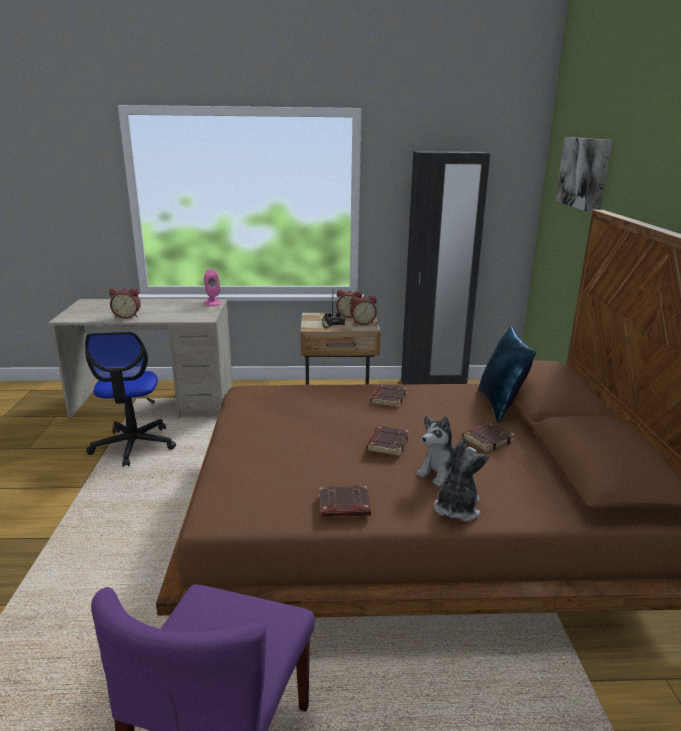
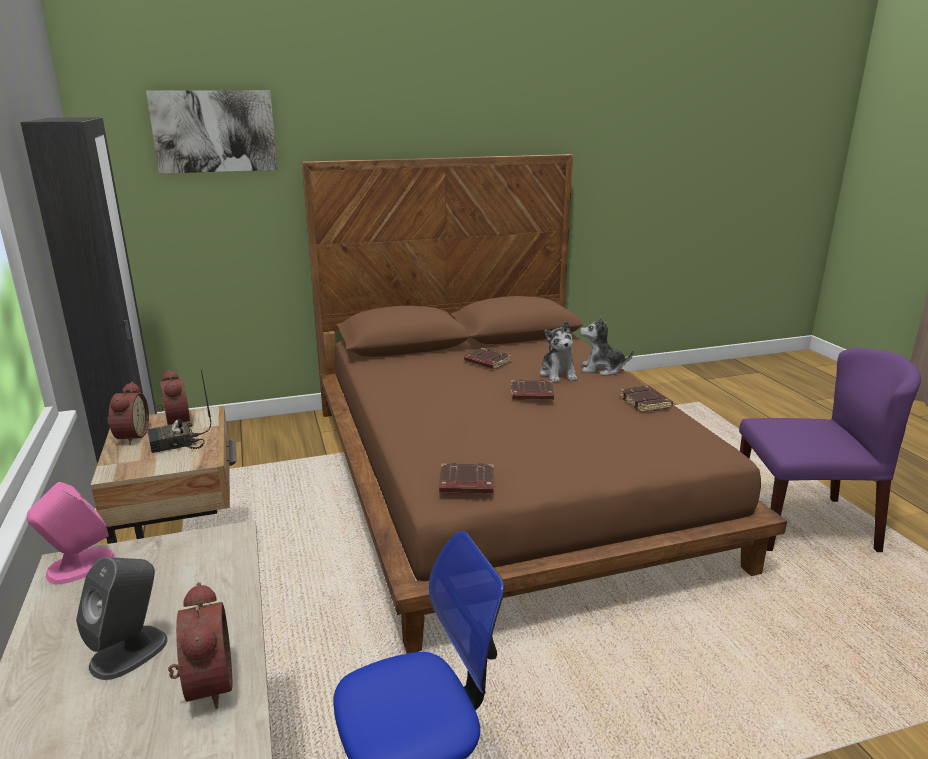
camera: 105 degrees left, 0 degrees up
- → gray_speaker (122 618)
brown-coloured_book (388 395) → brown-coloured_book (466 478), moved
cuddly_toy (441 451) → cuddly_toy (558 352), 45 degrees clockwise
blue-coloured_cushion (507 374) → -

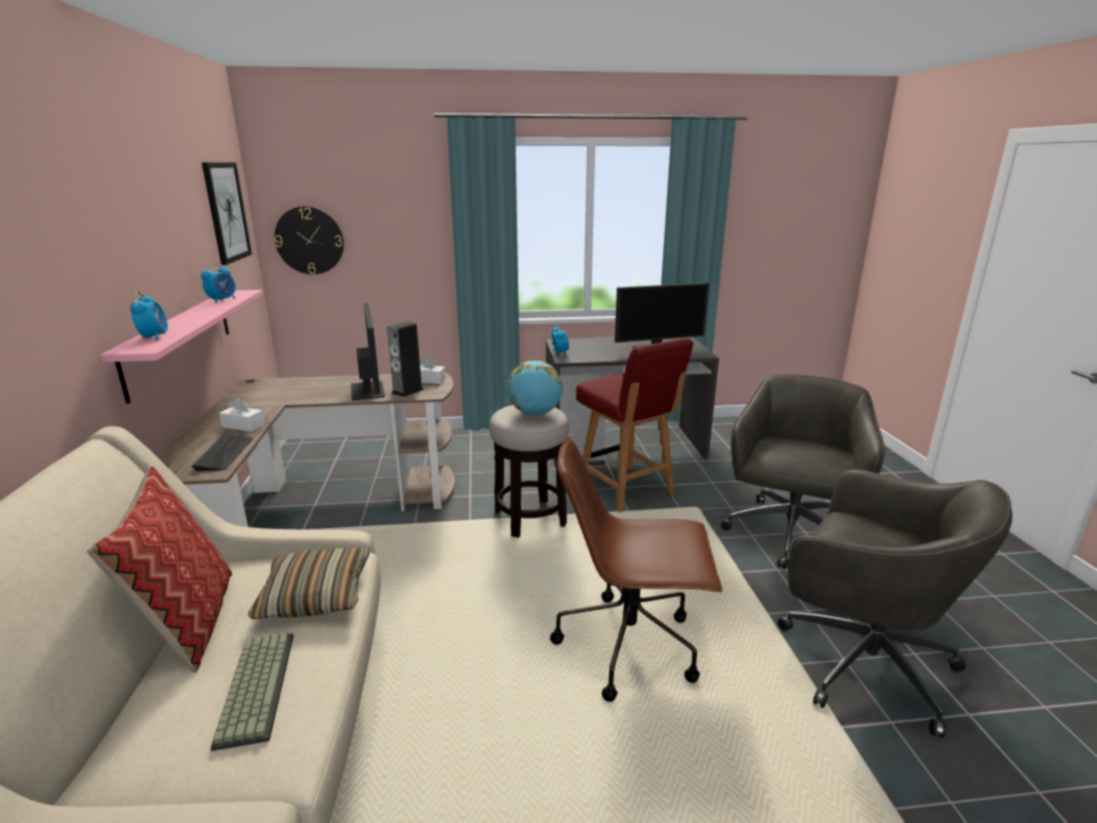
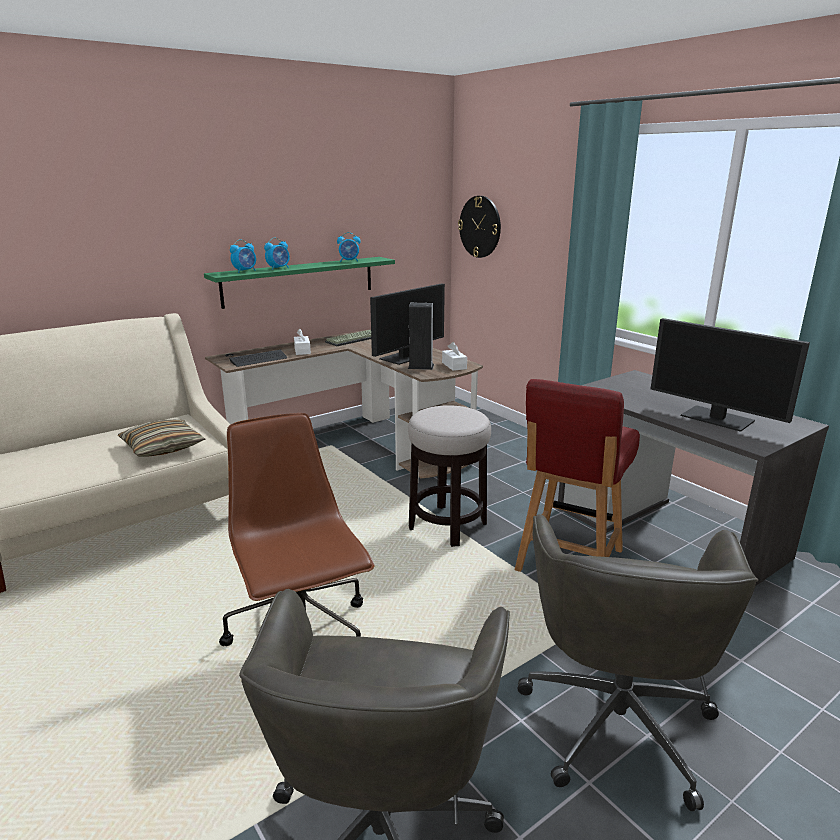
camera: 60 degrees right, 0 degrees up
pink_bracket_shelf (181 347) → green_bracket_shelf (299 283)
table_clock (560 340) → table_clock (277 254), moved
keyboard (252 691) → keyboard (348 338), moved
gray_computer_chair (803 472) → gray_computer_chair (638 662), 105 degrees clockwise
cushion (159 569) → -
picture (227 213) → -
desk_globe (535 388) → -

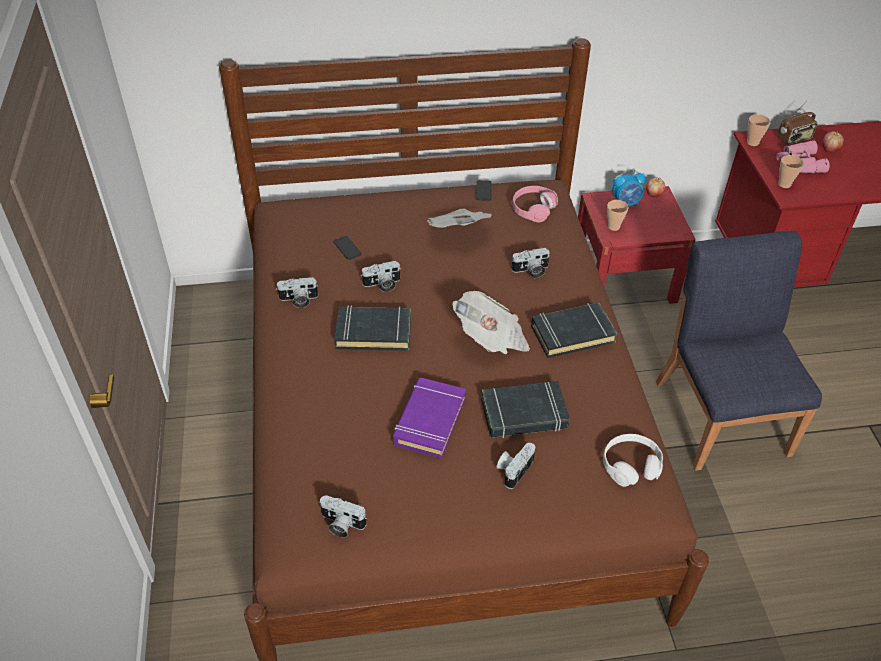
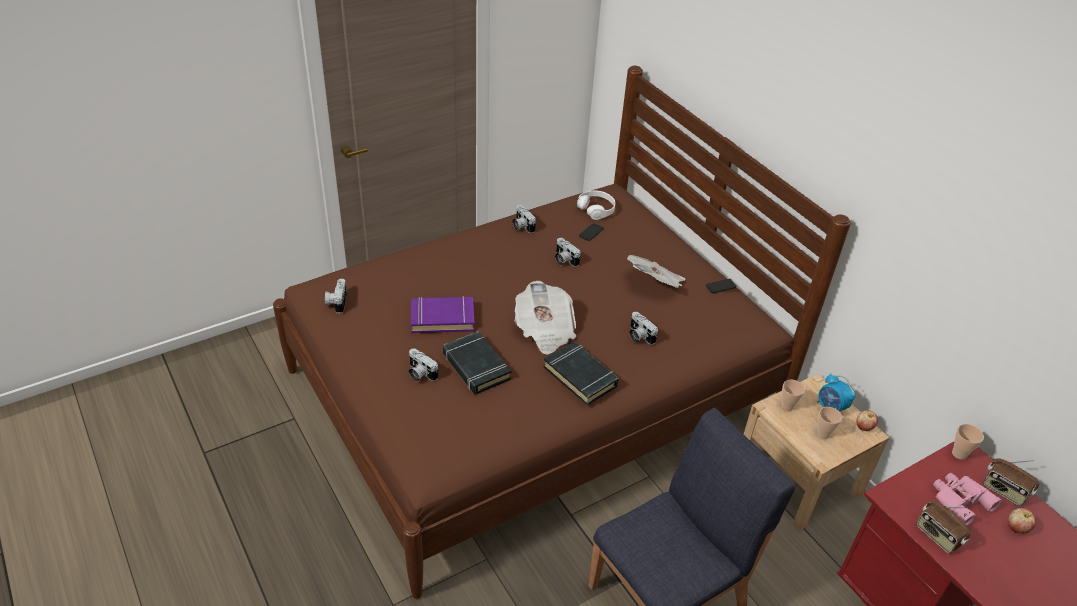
camera: 65 degrees right, 5 degrees down
photo_camera (516 466) → photo_camera (423 365), 150 degrees counterclockwise
white_headphones (633 460) → white_headphones (596 205), moved
red_bedside_table (637 245) → sand-coloured_bedside_table (816 452)
small_cup (791 171) → small_cup (829 423), moved
- → radio_receiver (943 527)
blackish_book (372 328) → -
pink_headphones (535 204) → -

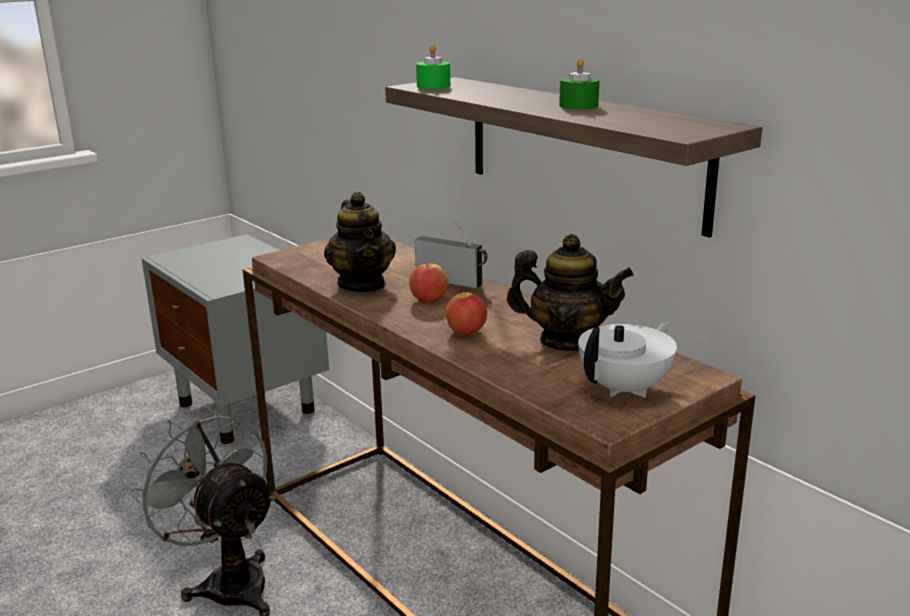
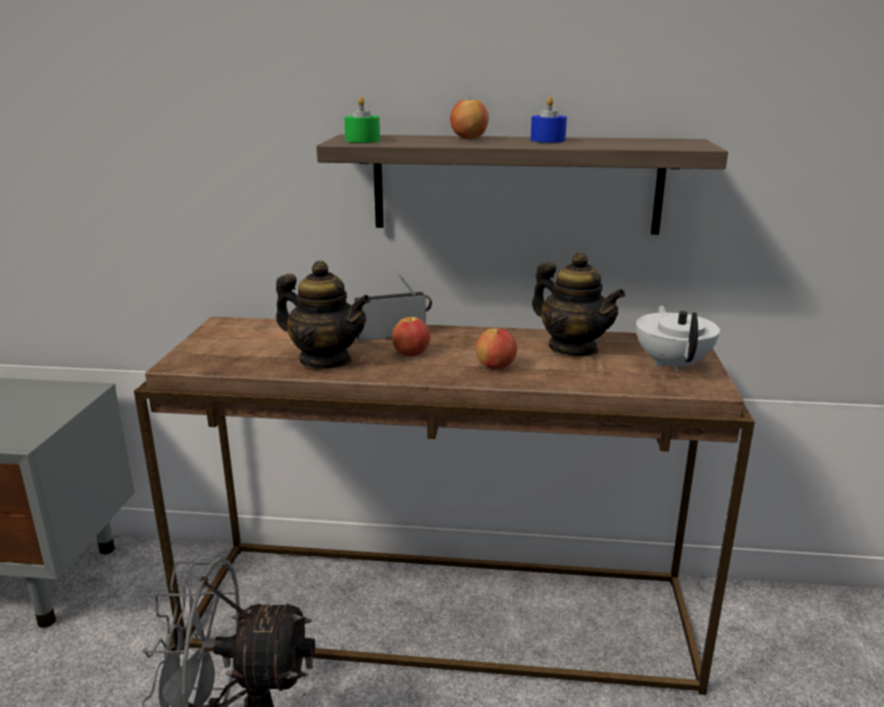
camera: 45 degrees left, 0 degrees up
- → apple (469 119)
green_wax_candle (579 83) → blue-coloured_wax_candle (549 120)
pot_for_tea (570 292) → pot_for_tea (578 304), 75 degrees clockwise

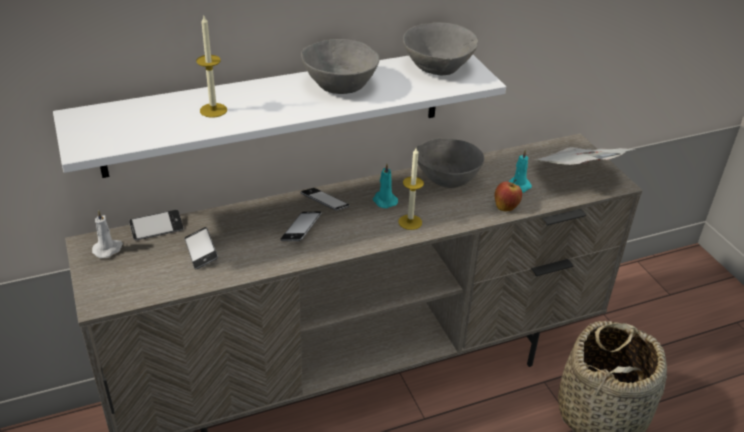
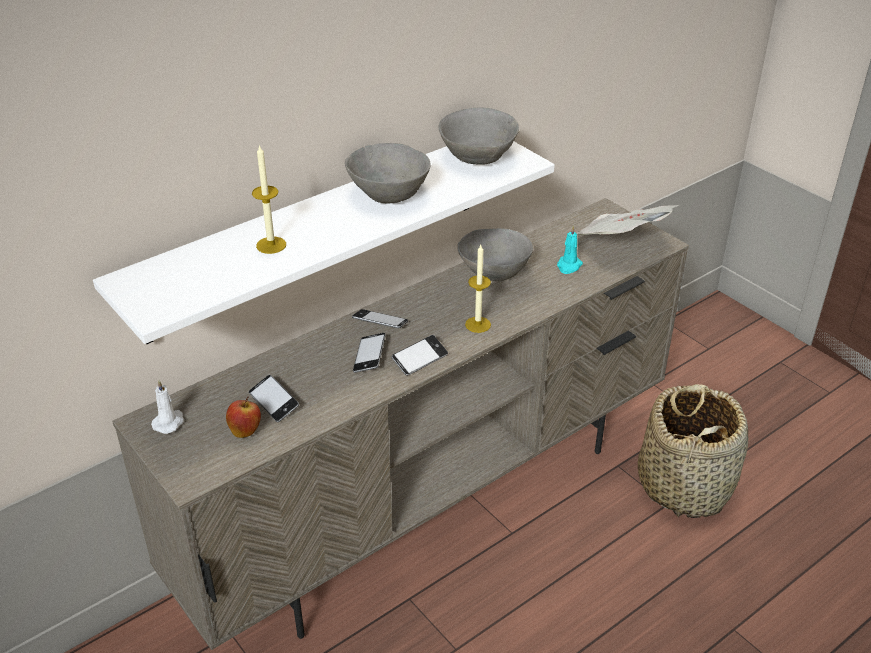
camera: 15 degrees left, 0 degrees up
apple (508 195) → apple (243 417), moved
handset (156 225) → handset (420 355), moved
turquoise-coloured_wax_candle (385 186) → -

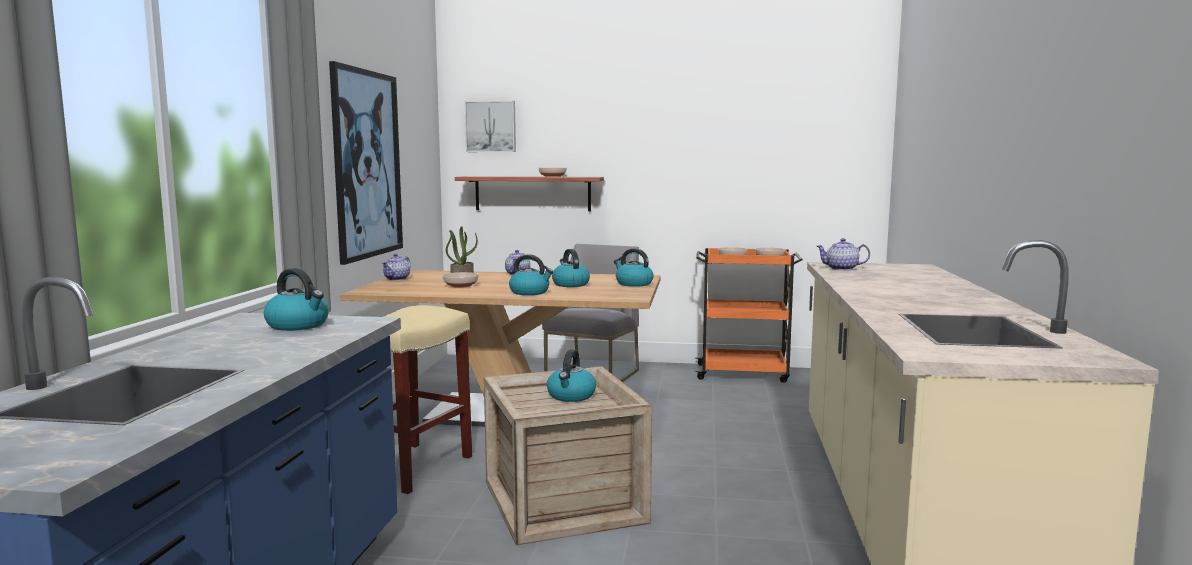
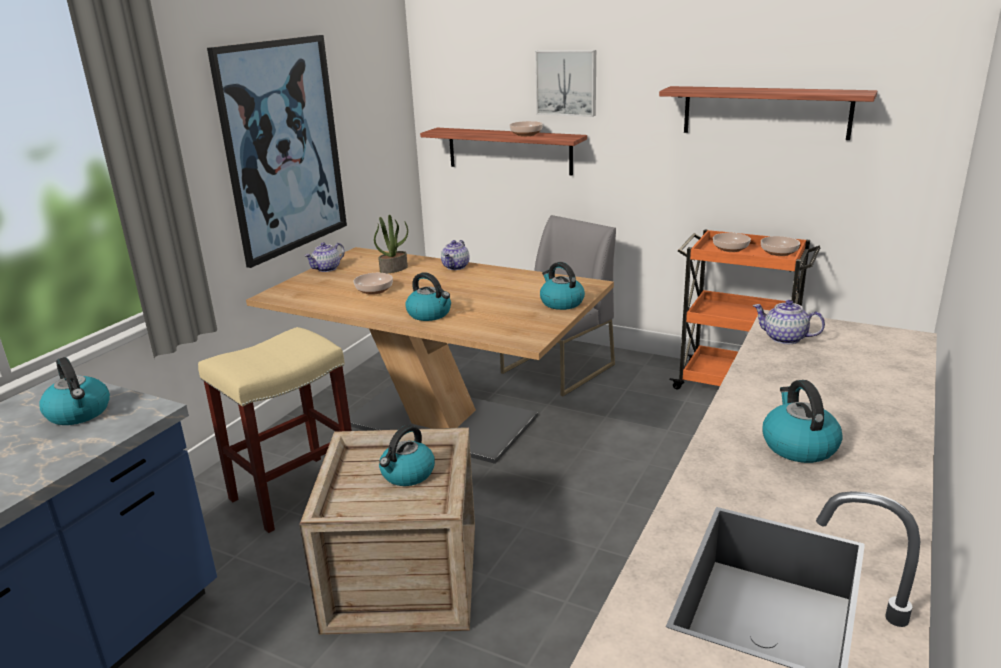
camera: 20 degrees right, 15 degrees up
picture (490 126) → picture (565 83), moved
- → bracket_shelf (768 113)
water_kettle (571 268) → water_kettle (803 421), moved

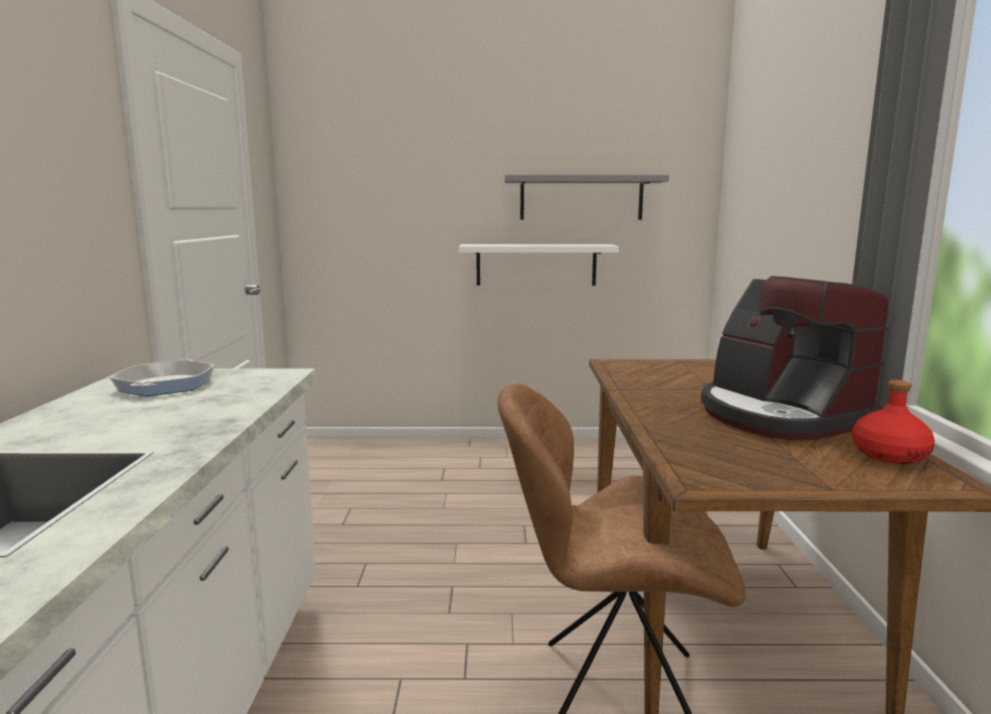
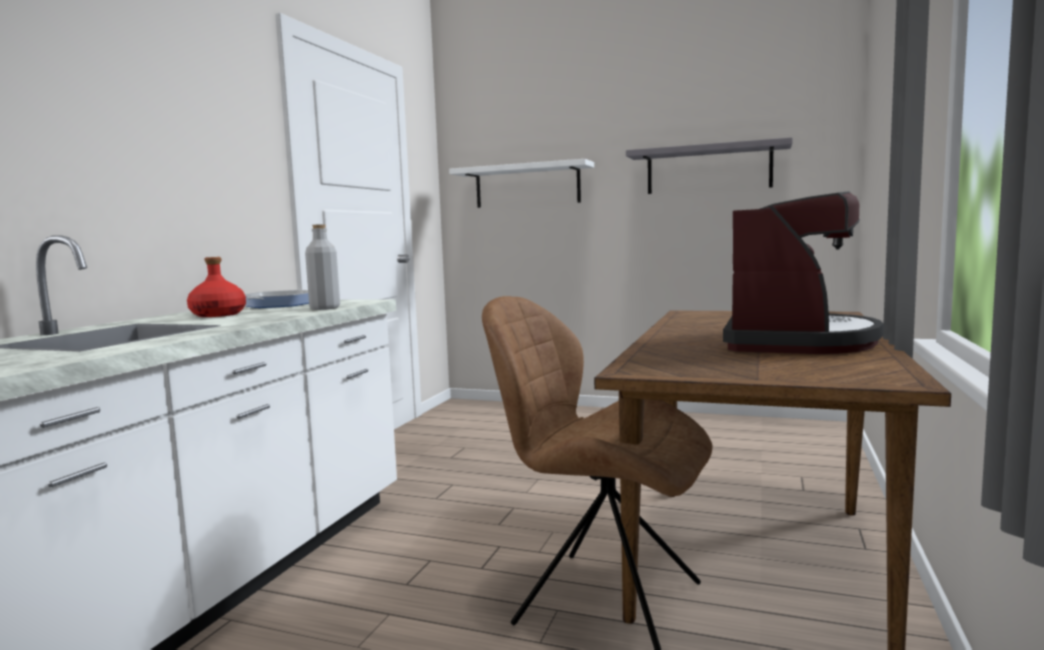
camera: 20 degrees right, 5 degrees down
red_bottle (893 422) → red_bottle (216 287), moved
- → gray_bottle (322 267)
white_bracket_shelf (539 265) → white_bracket_shelf (521 183), moved
coffee_machine (795 358) → coffee_machine (803 272), 150 degrees counterclockwise

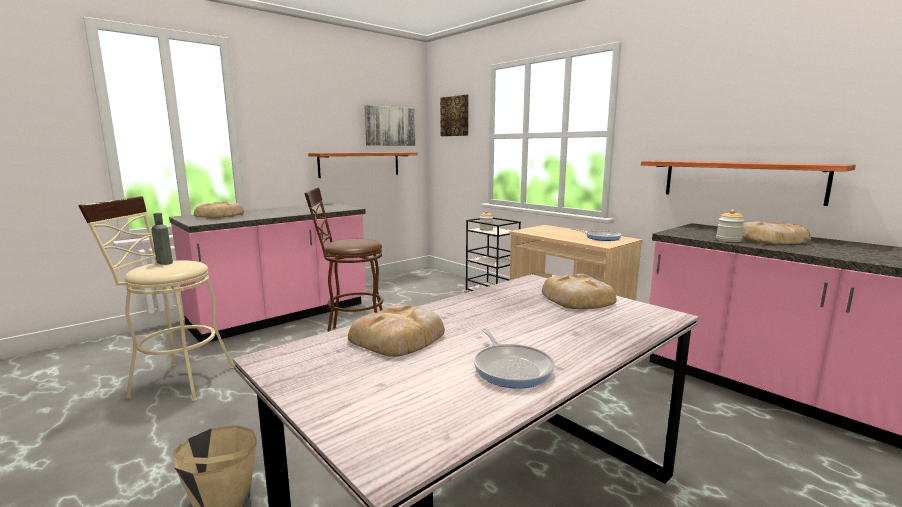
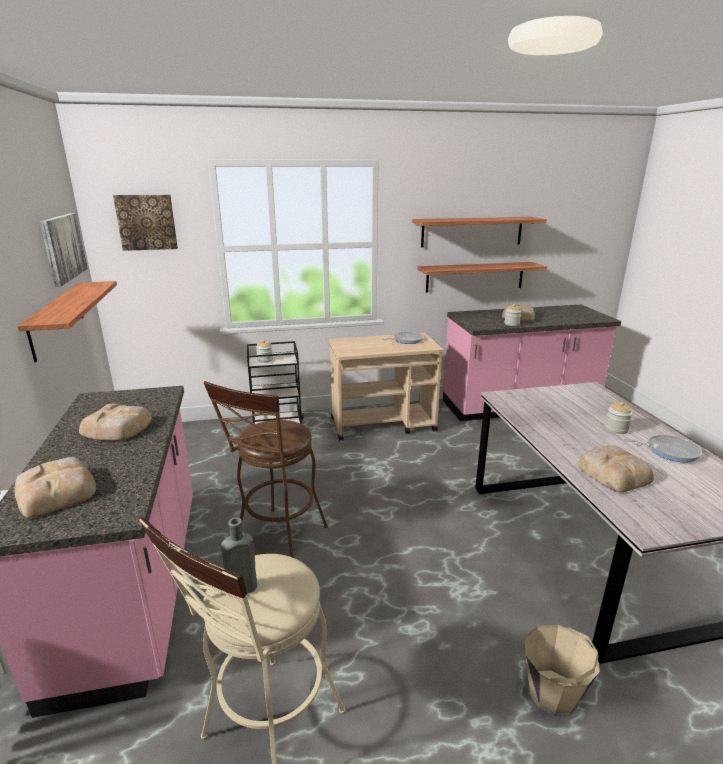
camera: 60 degrees left, 10 degrees up
bread (579 291) → bread (115 422), moved
- → bracket_shelf (479 232)
- → preserve_jar (619 418)

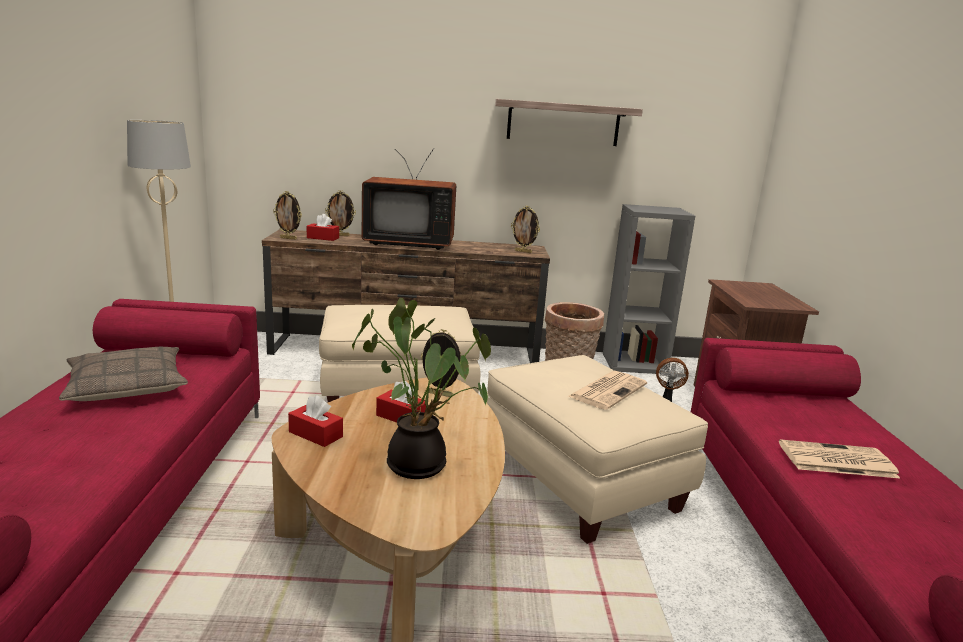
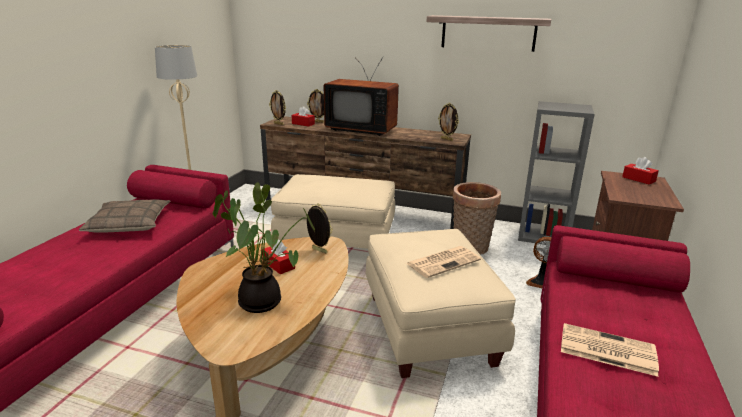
camera: 20 degrees right, 5 degrees up
red_box_of_tissues (315 421) → red_box_of_tissues (640 171), moved

